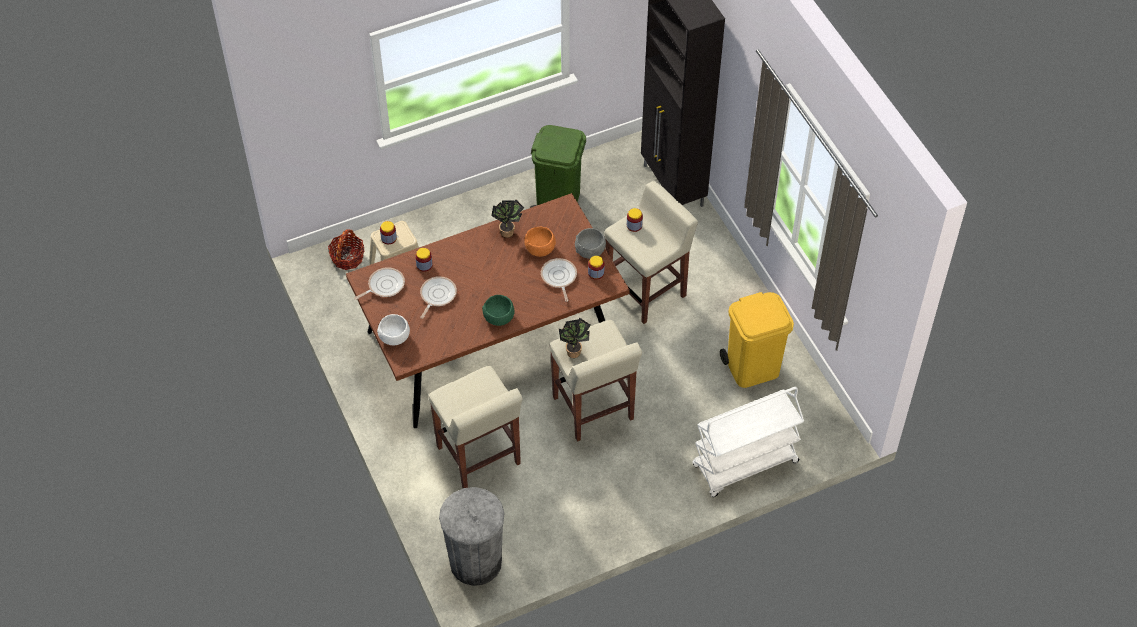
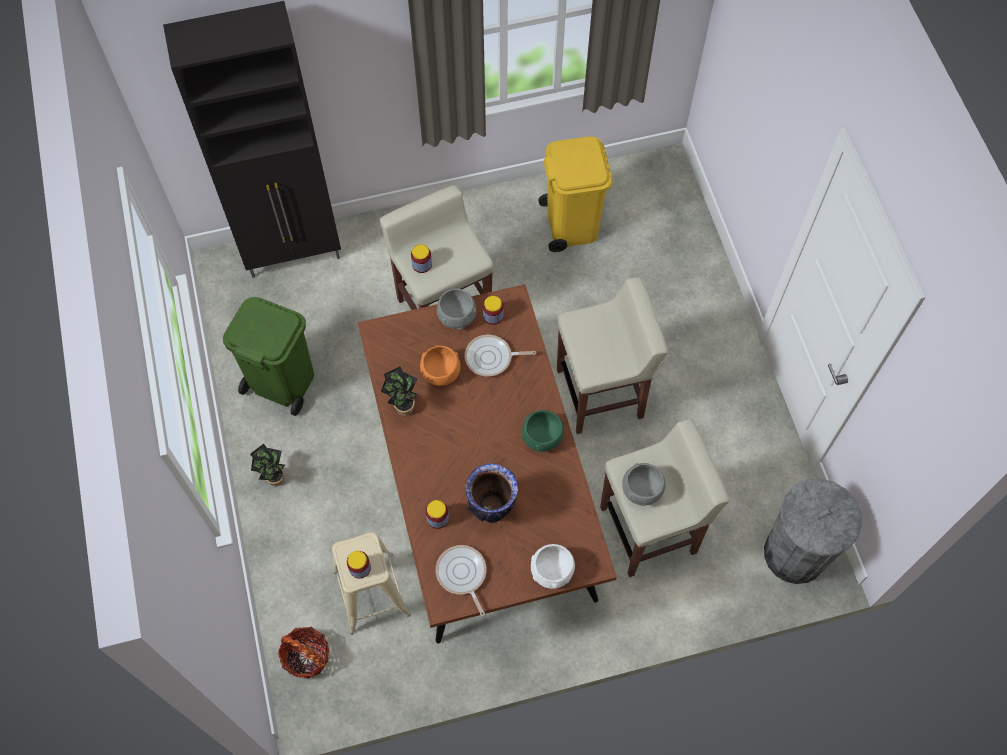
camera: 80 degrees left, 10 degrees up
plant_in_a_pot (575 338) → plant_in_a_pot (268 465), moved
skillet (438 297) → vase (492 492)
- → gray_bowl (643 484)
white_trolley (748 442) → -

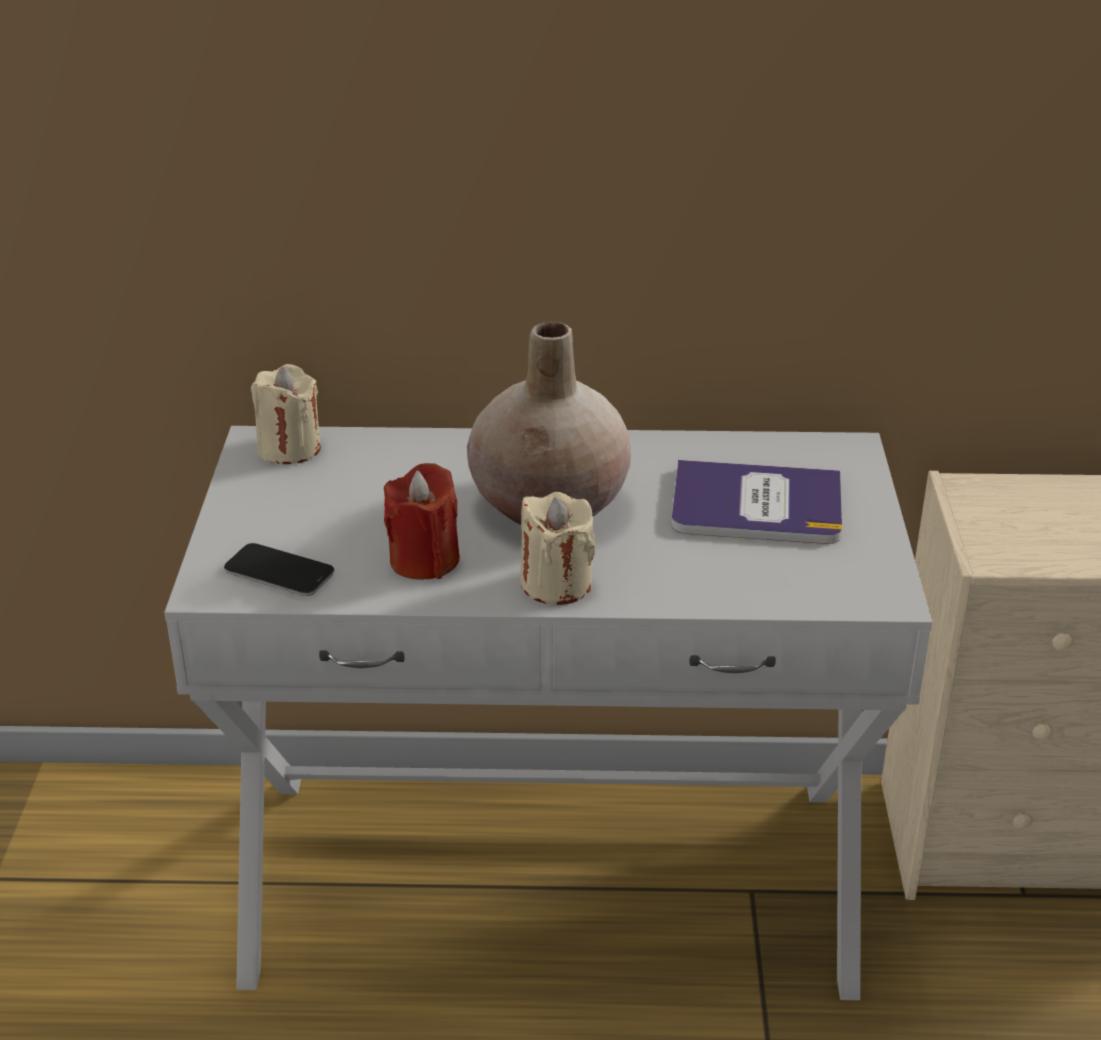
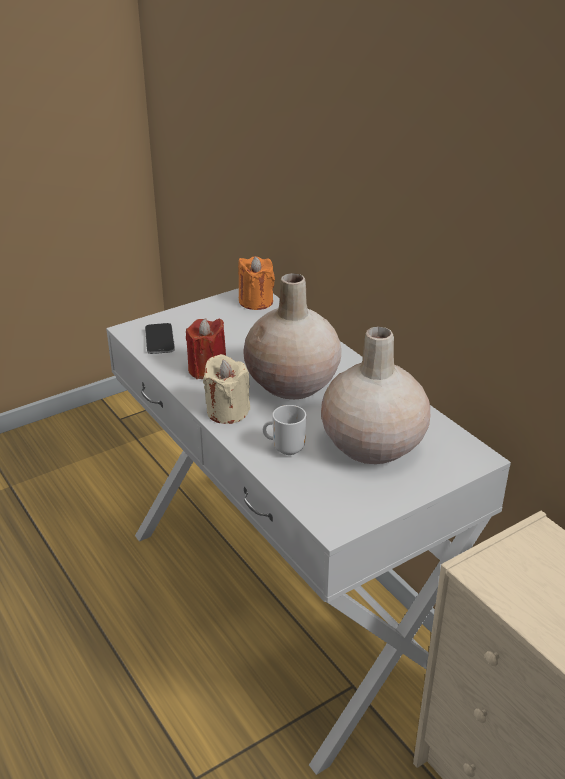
camera: 55 degrees right, 0 degrees up
sand-coloured_wax_candle (286 414) → orangey_wax_candle (256 283)
- → mug (284 430)
book (756 502) → sand-coloured_vase (375 395)

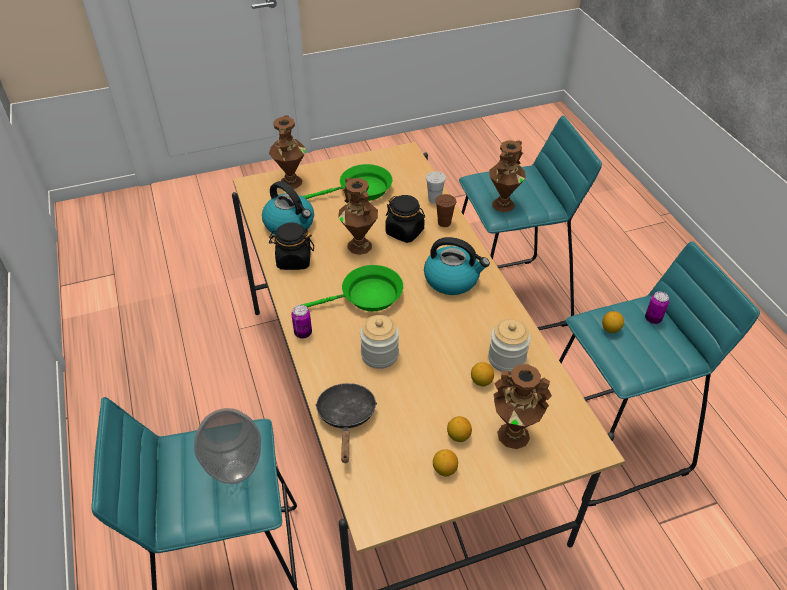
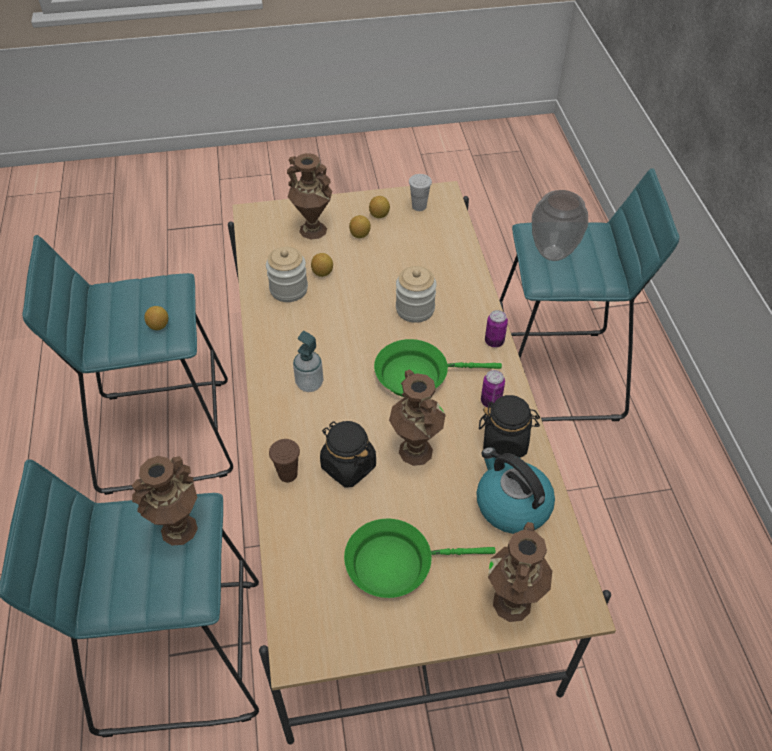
camera: 170 degrees left, 5 degrees up
water_kettle (457 266) → soap_bottle (308 361)
white_small_cup (436 187) → white_small_cup (420 192), moved
sealed_can (657 308) → sealed_can (493 388), moved
blackish_skillet (346 423) → -

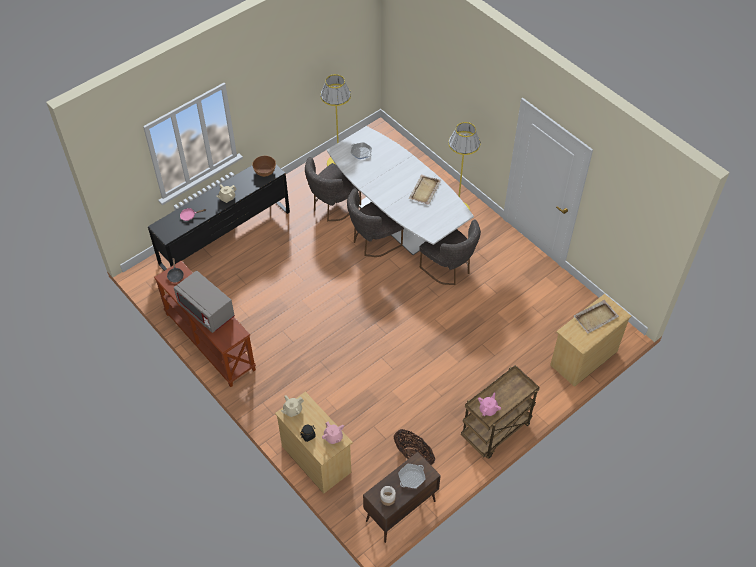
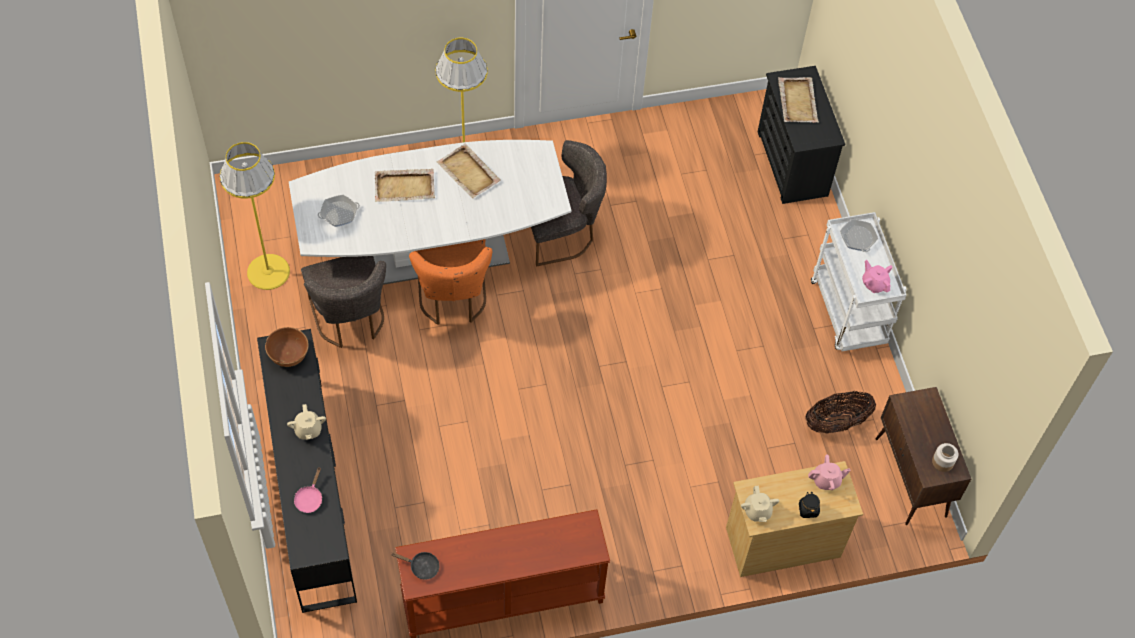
camera: 65 degrees left, 5 degrees up
- → sand-coloured_tray (405 185)
gray_upright_chair (375 222) → orangey_upright_chair (450 282)
sand-coloured_dresser (590 340) → blackish_dresser (801 135)
brown-coloured_trolley (500 411) → white_trolley (859 281)
skillet (412 476) → skillet (859 235), moved
gray_kitchen_microwave (204 301) → -

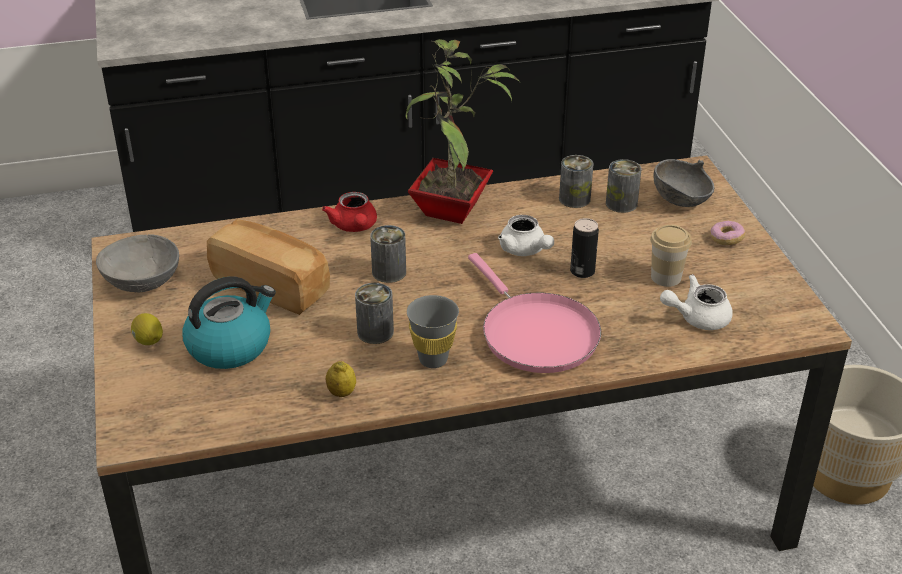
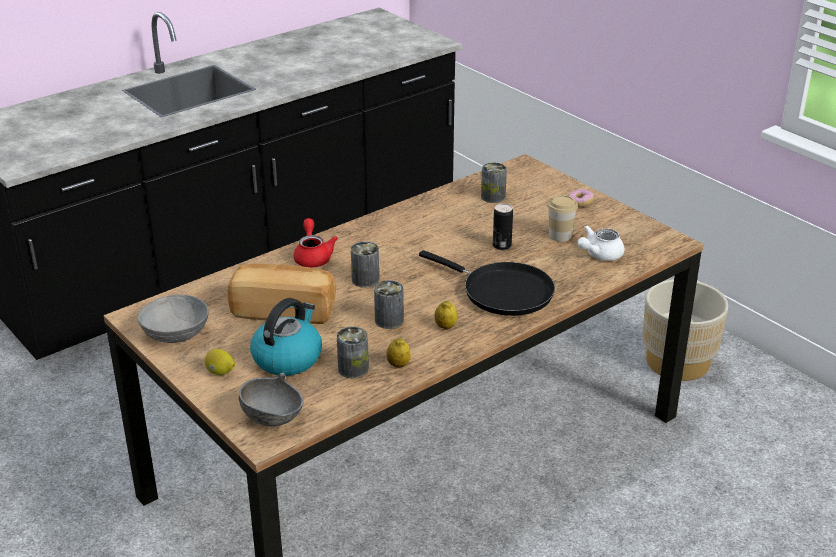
camera: 25 degrees left, 5 degrees down
gray_bowl (684 183) → gray_bowl (271 399), moved
red_pot_for_tea (349 212) → red_pot_for_tea (316 242), 150 degrees counterclockwise
sealed_can (576 181) → sealed_can (353 352), moved
pink_skillet (534 313) → blackish_skillet (487 283)
gray_small_cup (433 331) → lemon (445 315)
plant_in_a_pot (462 131) → -
white_pot_for_tea (526 235) → -

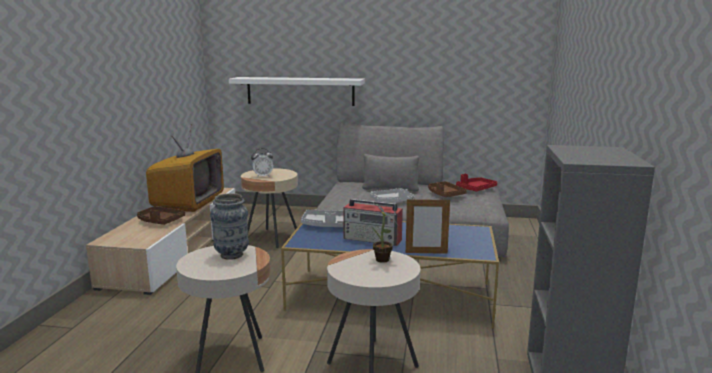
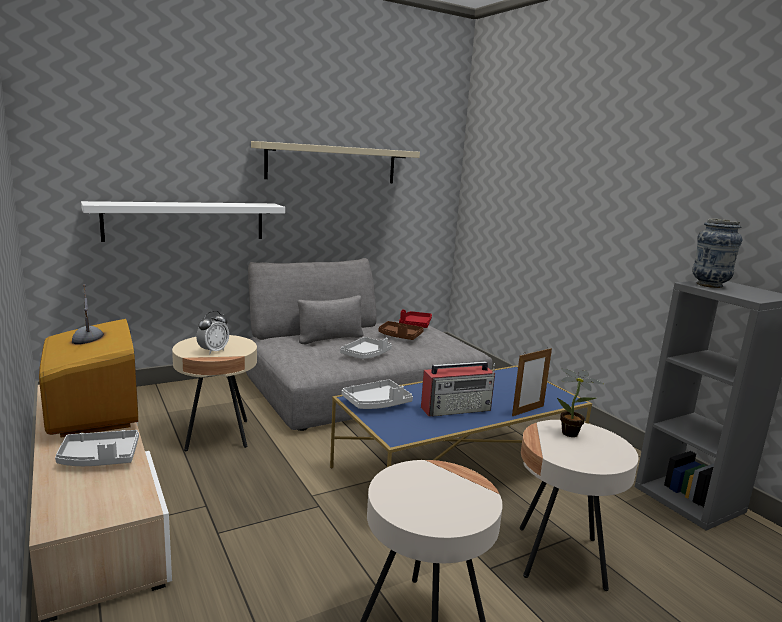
camera: 40 degrees left, 0 degrees up
brown-coloured_tray (161 215) → gray_tray (97 448)
- → sand-coloured_bracket_shelf (335 162)
vase (229 226) → vase (717 253), moved

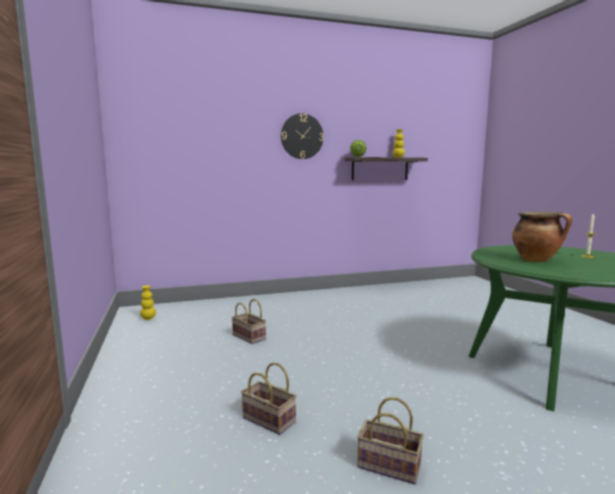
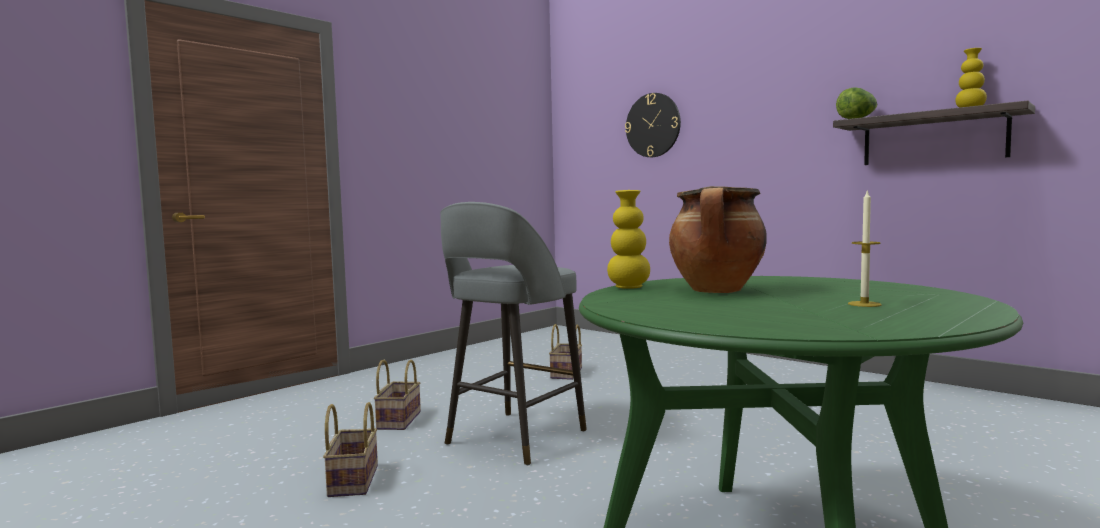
camera: 60 degrees right, 5 degrees down
- → gray_stool_seat (513 333)
yellowish_vase (148 302) → yellowish_vase (628 239), moved
wall_clock (302 136) → wall_clock (653 125), moved

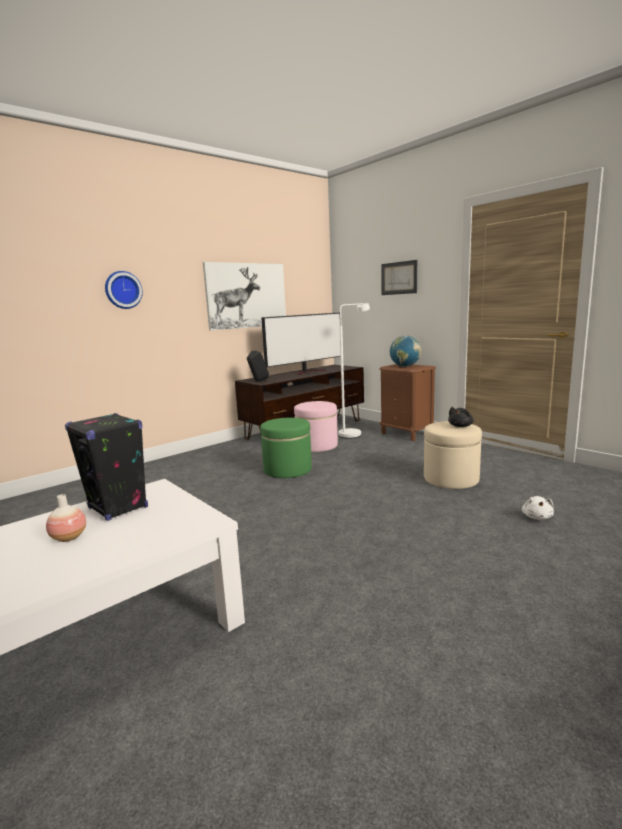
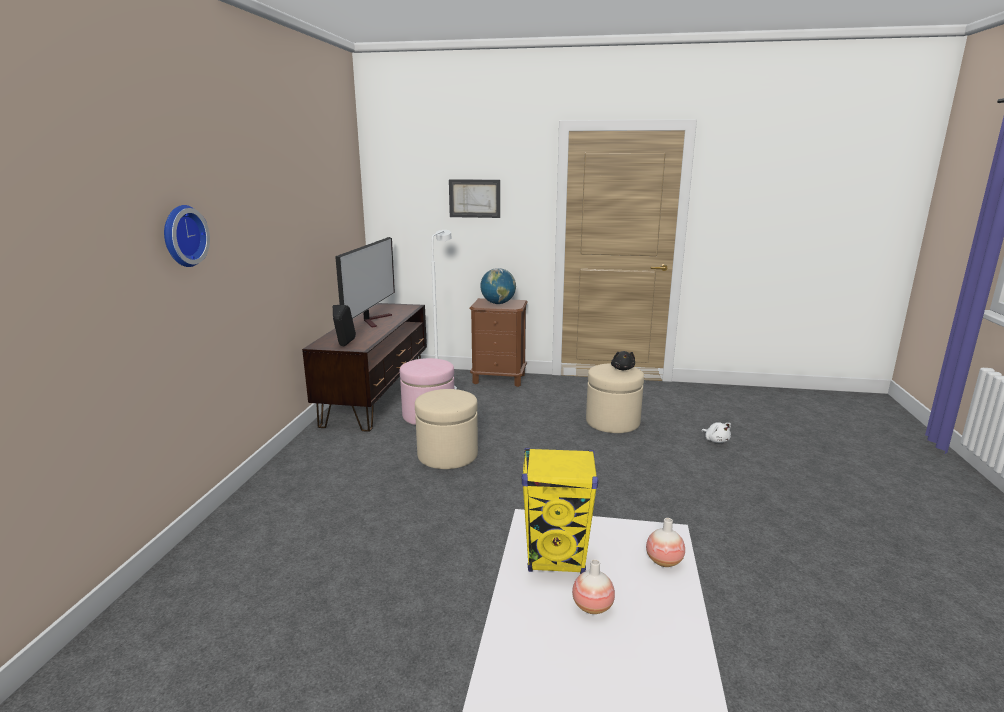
camera: 40 degrees left, 5 degrees up
green_footrest (286 448) → sand-coloured_footrest (446 429)
blackish_speaker (106 467) → yellowish_speaker (560 511)
- → vase (665 542)
picture (244 296) → -

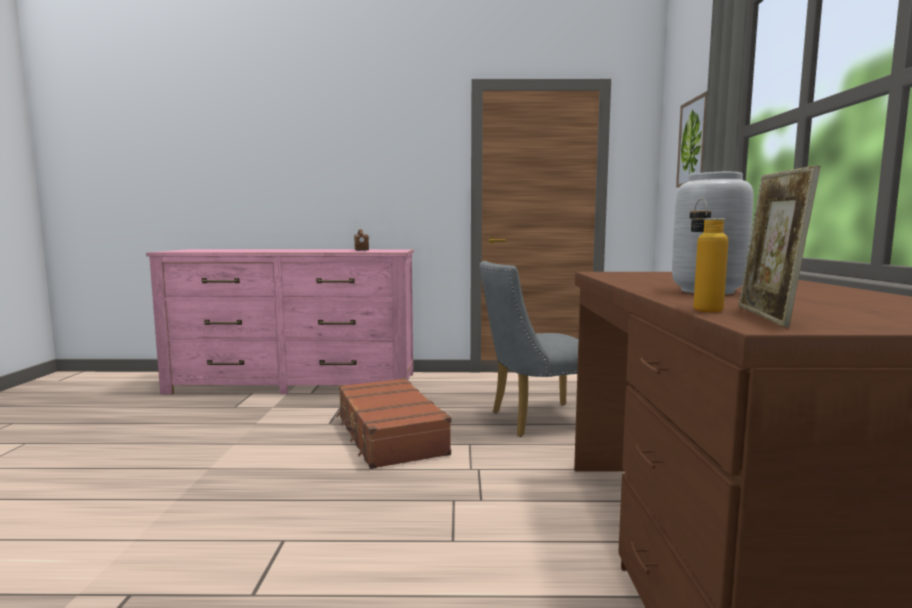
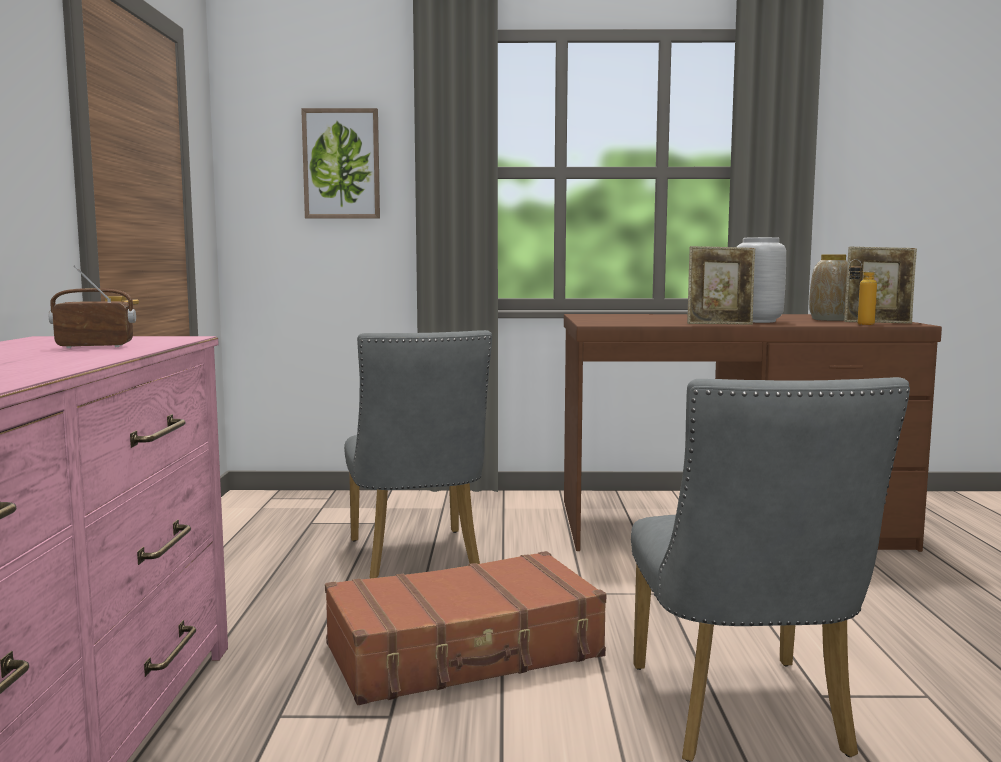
camera: 90 degrees left, 0 degrees up
- → gray_upright_chair (770 569)
- → picture_frame (721 285)
- → vase (828 287)

